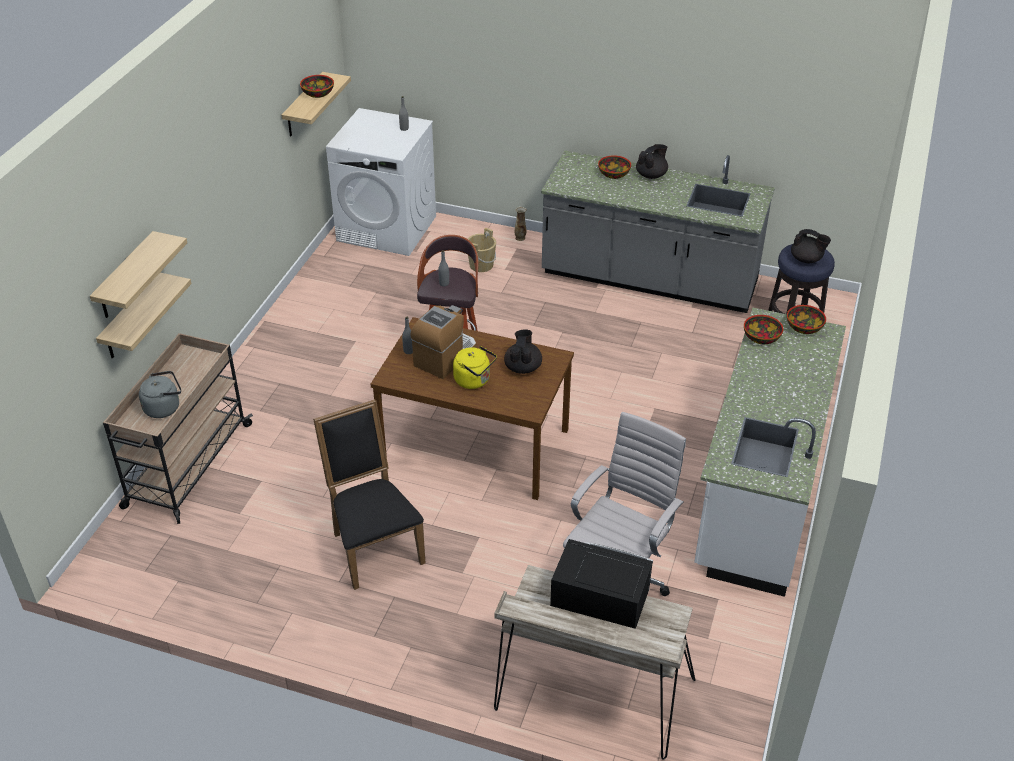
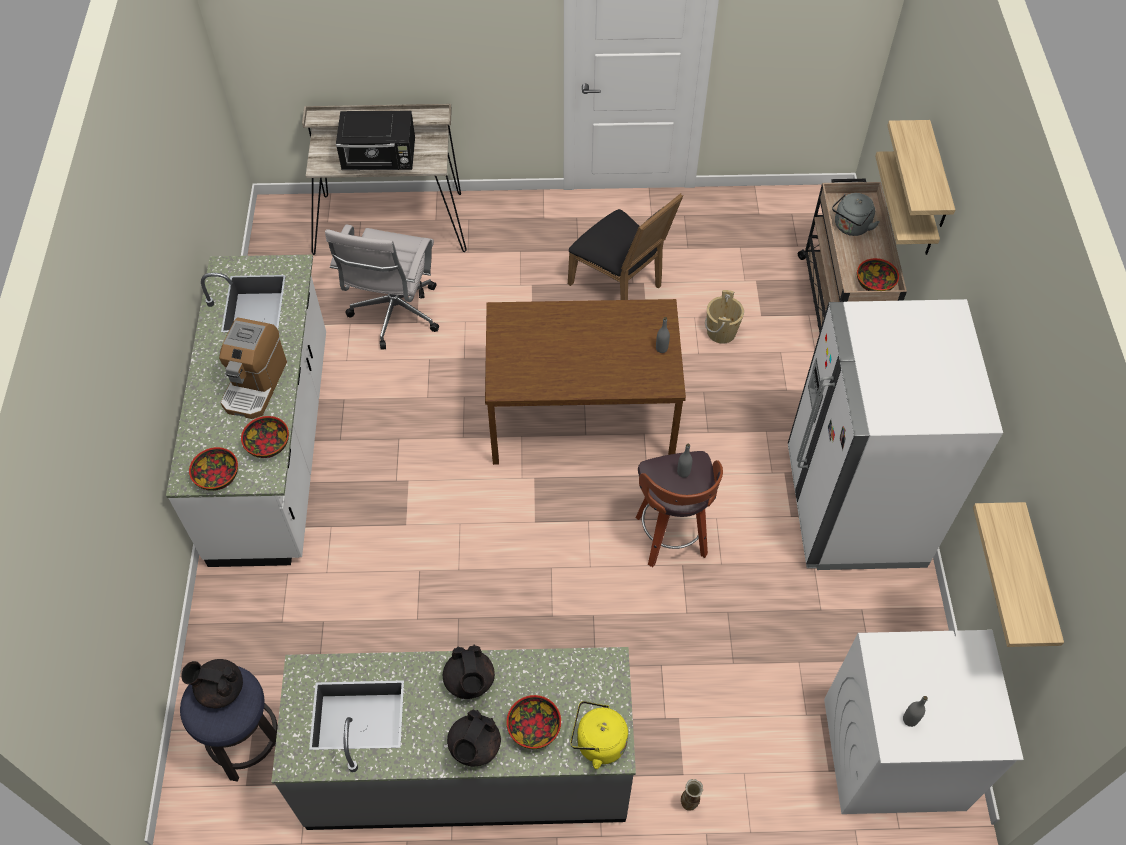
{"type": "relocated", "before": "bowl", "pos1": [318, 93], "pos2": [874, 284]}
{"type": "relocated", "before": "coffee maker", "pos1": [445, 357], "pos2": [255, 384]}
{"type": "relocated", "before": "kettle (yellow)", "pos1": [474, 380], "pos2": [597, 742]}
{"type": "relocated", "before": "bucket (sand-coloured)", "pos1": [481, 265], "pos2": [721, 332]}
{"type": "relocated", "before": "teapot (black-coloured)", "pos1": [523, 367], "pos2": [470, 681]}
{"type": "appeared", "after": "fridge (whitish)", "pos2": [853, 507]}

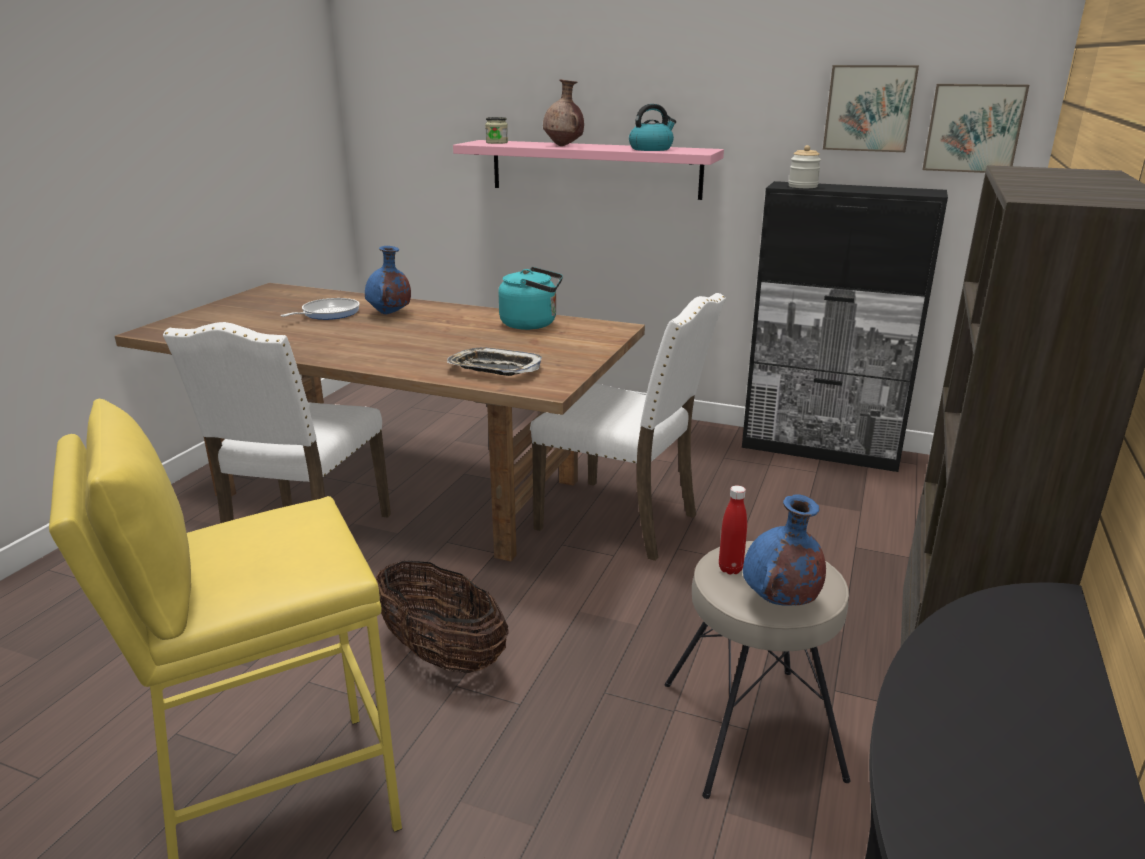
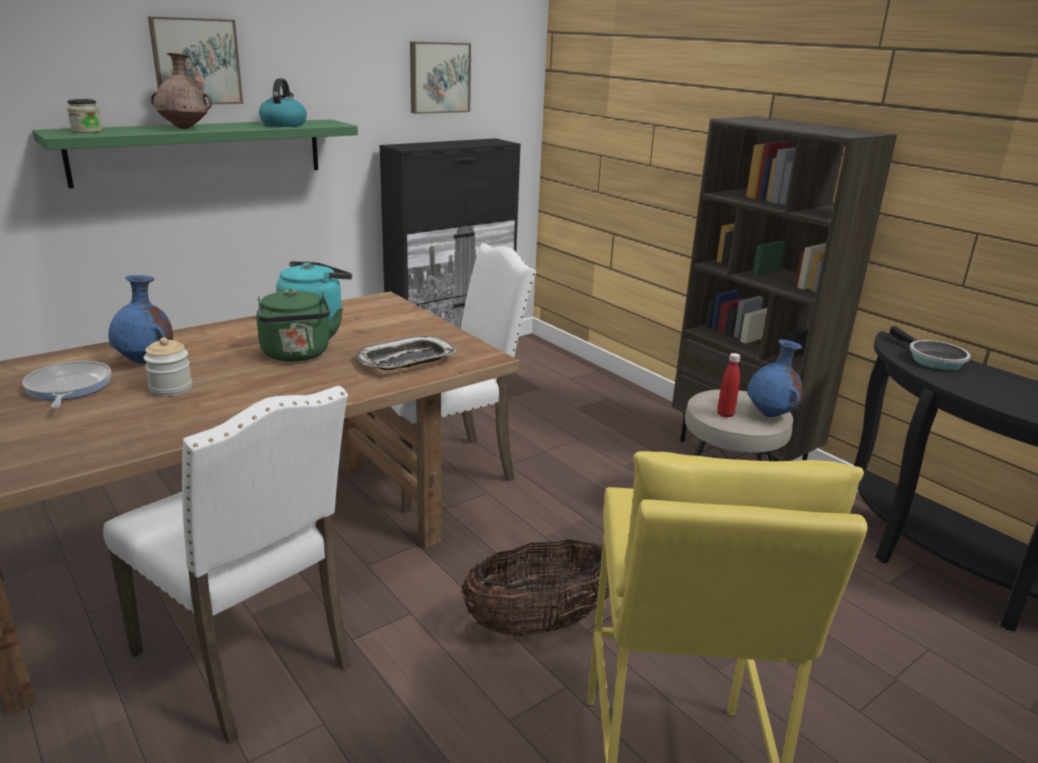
{"type": "colour", "before": "shelf (pink)", "after": "shelf (green-coloured)", "pos1": [594, 169], "pos2": [200, 151]}
{"type": "relocated", "before": "jar", "pos1": [802, 186], "pos2": [171, 388]}
{"type": "relocated", "before": "picture", "pos1": [973, 128], "pos2": [196, 61]}
{"type": "appeared", "after": "kettle (green-coloured)", "pos2": [297, 355]}
{"type": "appeared", "after": "pan", "pos2": [932, 359]}

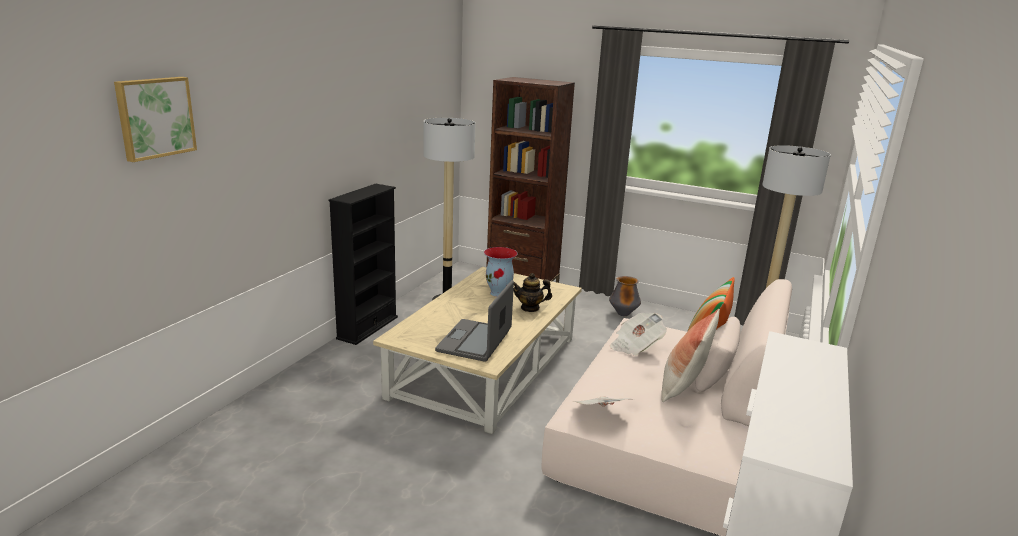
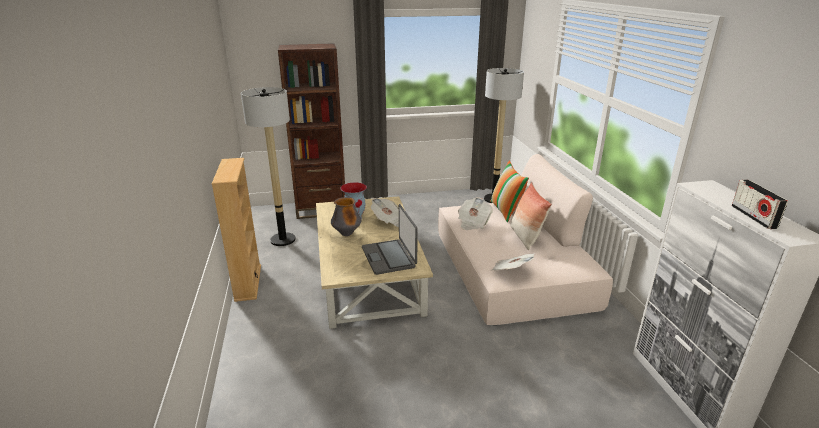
{"type": "missing", "before": "picture", "pos1": [154, 117]}
{"type": "colour", "before": "shelving unit (black-coloured)", "after": "shelving unit (sand-coloured)", "pos1": [367, 327], "pos2": [248, 282]}
{"type": "exchanged", "before": "teapot", "after": "daily paper", "pos1": [530, 308], "pos2": [389, 221]}
{"type": "relocated", "before": "vase", "pos1": [623, 314], "pos2": [346, 234]}
{"type": "appeared", "after": "radio receiver", "pos2": [753, 217]}

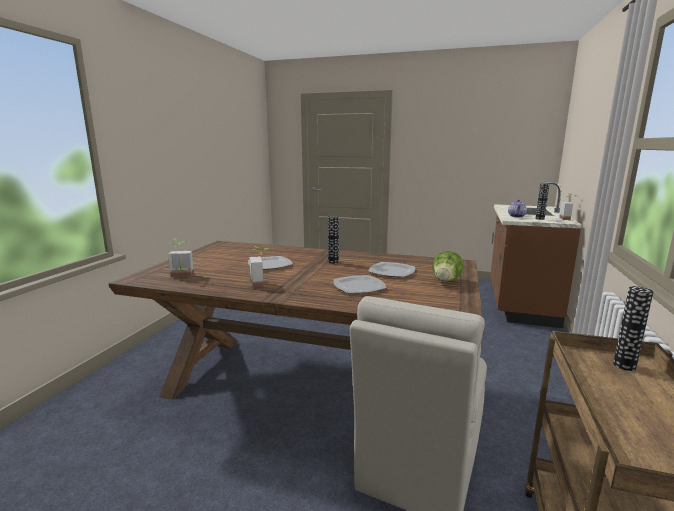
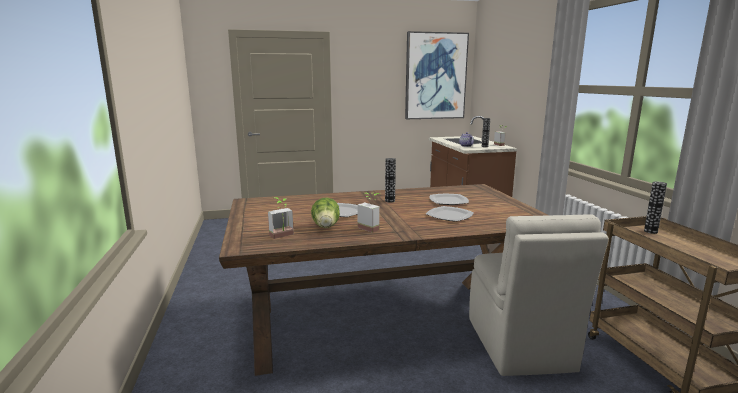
{"type": "relocated", "before": "lettuce head", "pos1": [445, 281], "pos2": [326, 227]}
{"type": "appeared", "after": "picture", "pos2": [435, 76]}

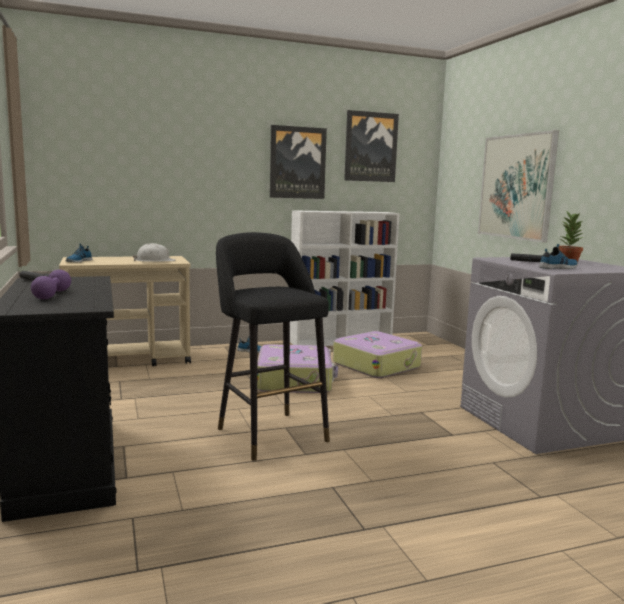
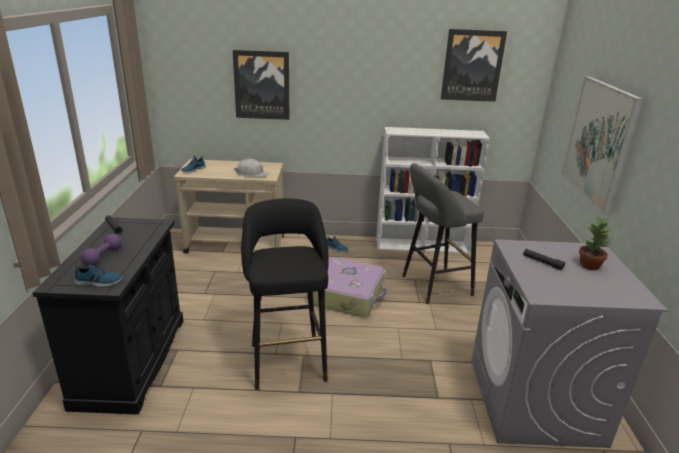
{"type": "relocated", "before": "picture", "pos1": [297, 162], "pos2": [262, 85]}
{"type": "exchanged", "before": "suitcase", "after": "stool (greyish)", "pos1": [376, 365], "pos2": [433, 286]}
{"type": "relocated", "before": "low shoe", "pos1": [559, 268], "pos2": [99, 282]}

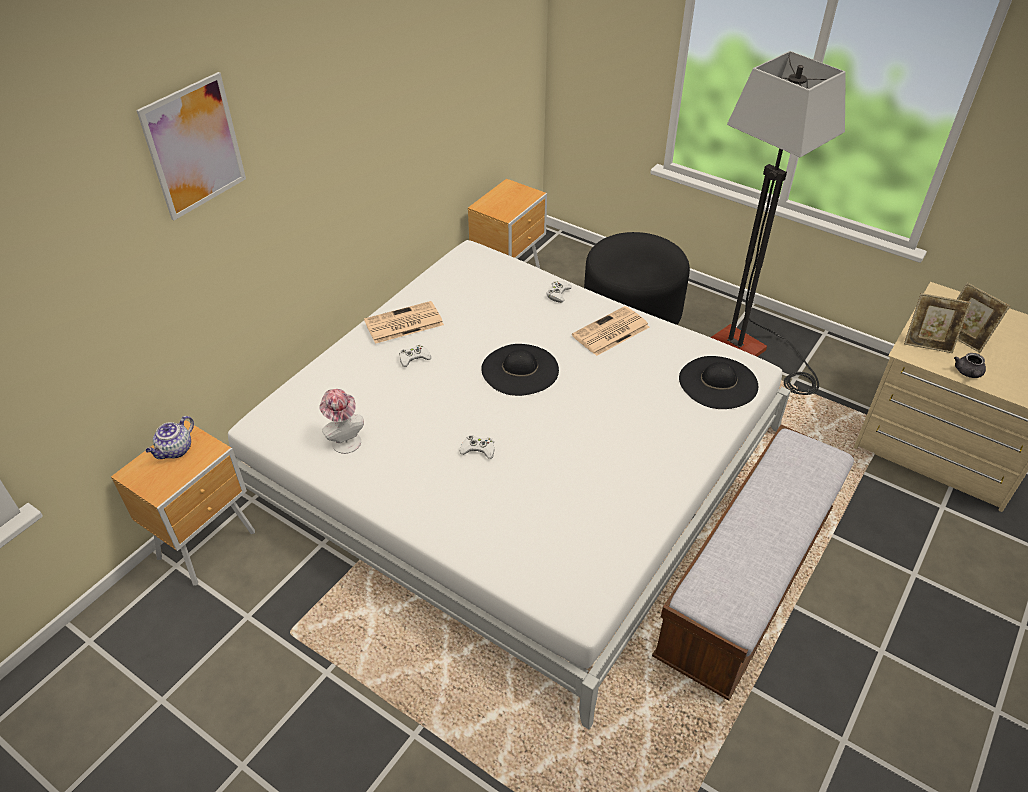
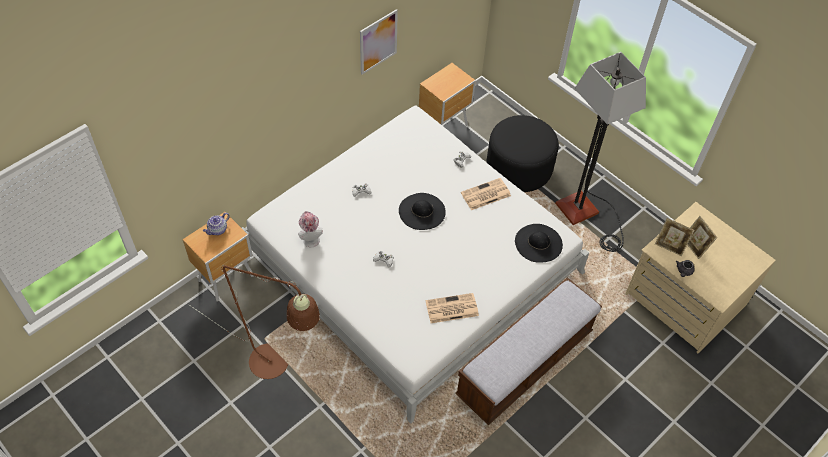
{"type": "relocated", "before": "picture", "pos1": [194, 146], "pos2": [378, 42]}
{"type": "relocated", "before": "daily paper", "pos1": [403, 323], "pos2": [451, 309]}
{"type": "appeared", "after": "standing lamp (brownish)", "pos2": [277, 366]}

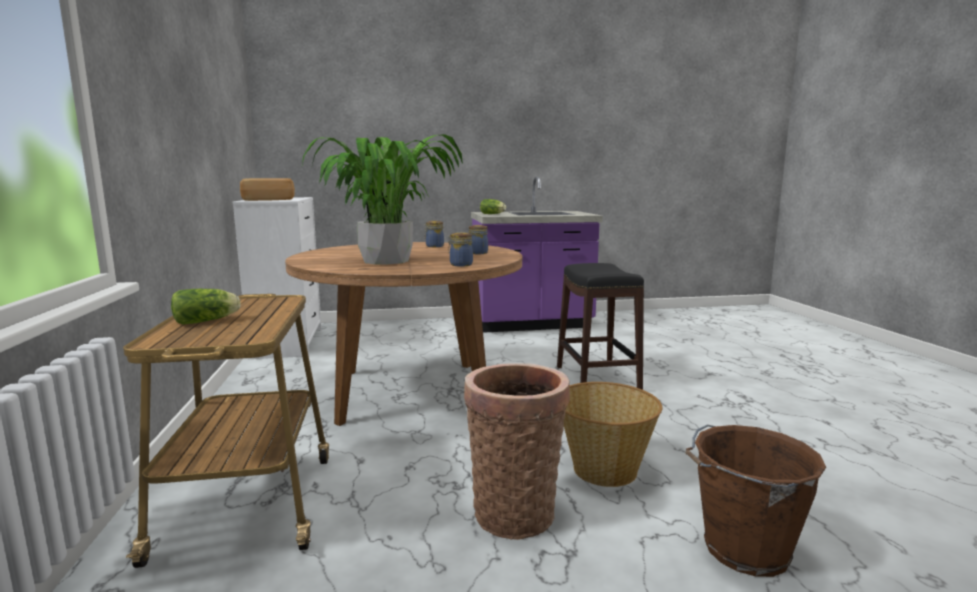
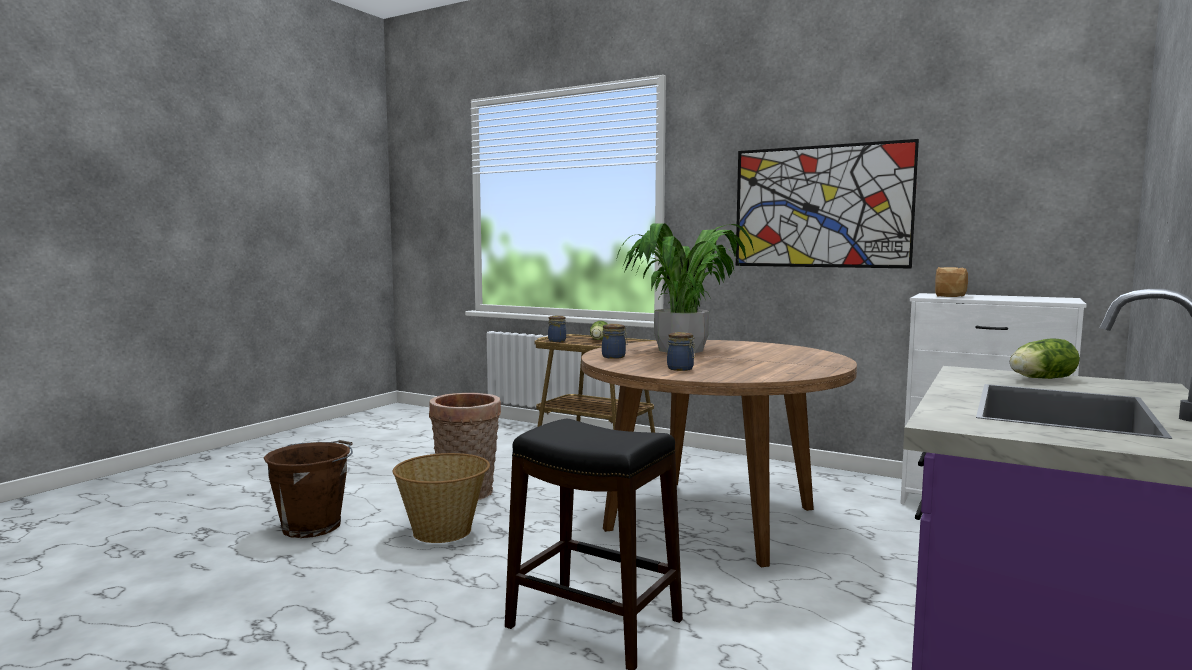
{"type": "relocated", "before": "jar", "pos1": [434, 246], "pos2": [557, 340]}
{"type": "appeared", "after": "picture", "pos2": [821, 206]}

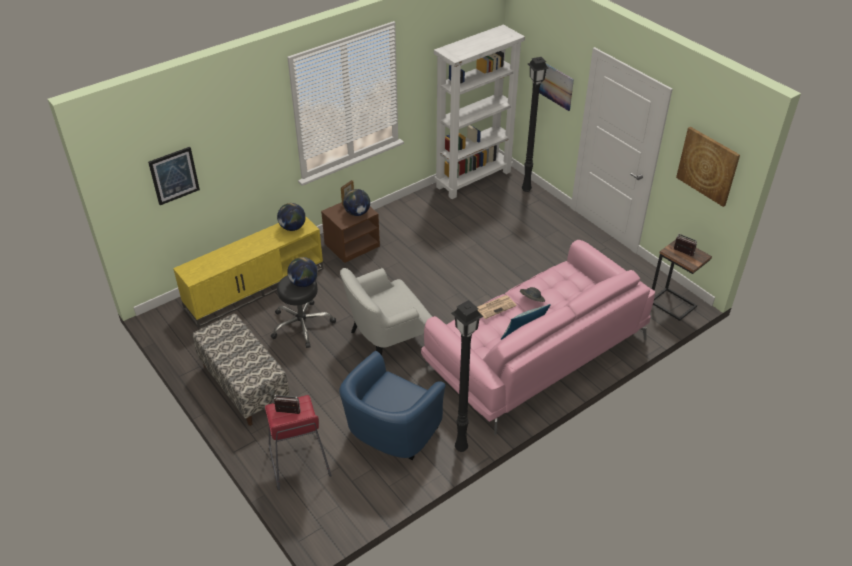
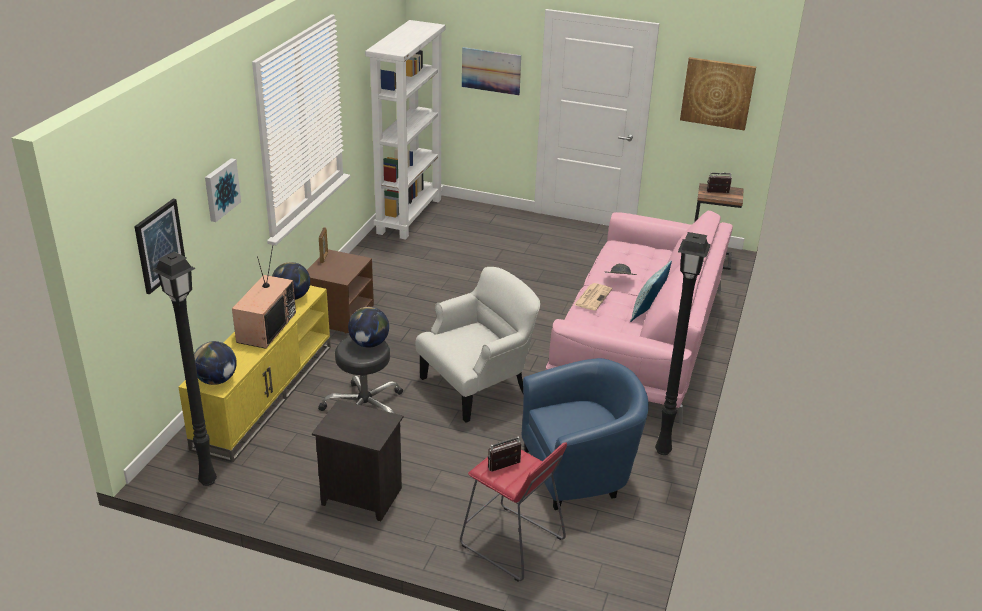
{"type": "exchanged", "before": "long seat", "after": "night table (black-coloured)", "pos1": [244, 385], "pos2": [360, 497]}
{"type": "spun", "before": "armchair (blue-coloured)", "pos1": [390, 434], "pos2": [580, 471], "turn": -105}
{"type": "spun", "before": "armchair (whitish)", "pos1": [387, 338], "pos2": [477, 385], "turn": -150}
{"type": "relocated", "before": "globe", "pos1": [357, 213], "pos2": [216, 380]}
{"type": "relocated", "before": "standing lamp (black-coloured)", "pos1": [526, 189], "pos2": [208, 480]}
{"type": "appeared", "after": "picture", "pos2": [221, 189]}
{"type": "appeared", "after": "TV set", "pos2": [265, 327]}

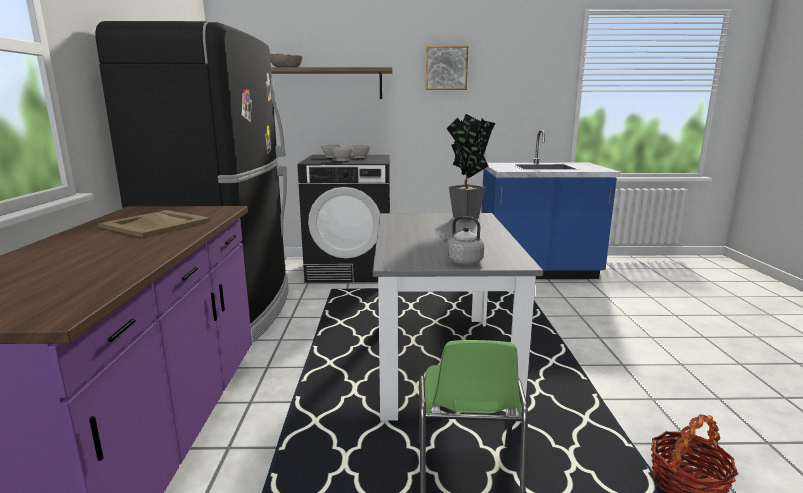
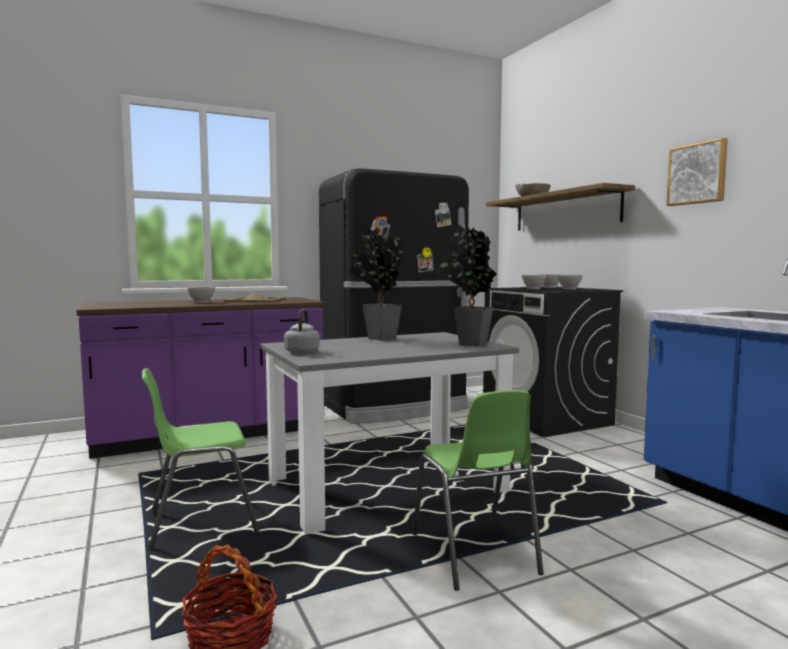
{"type": "appeared", "after": "bowl (whitish)", "pos2": [201, 302]}
{"type": "appeared", "after": "houseplant", "pos2": [377, 338]}
{"type": "appeared", "after": "upright chair (green-coloured)", "pos2": [475, 554]}

